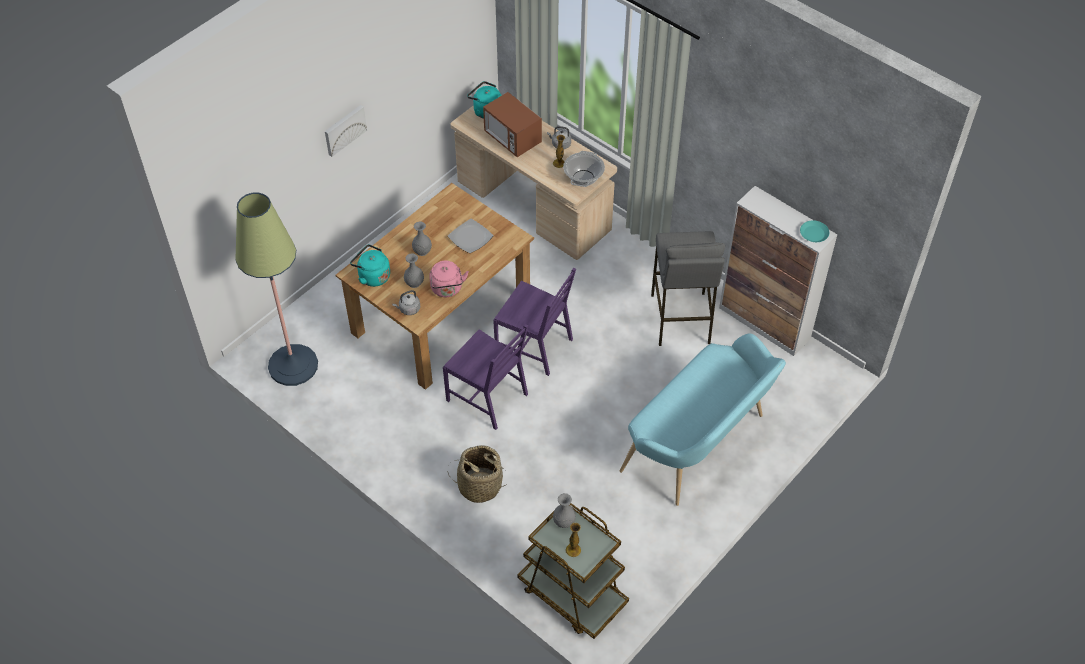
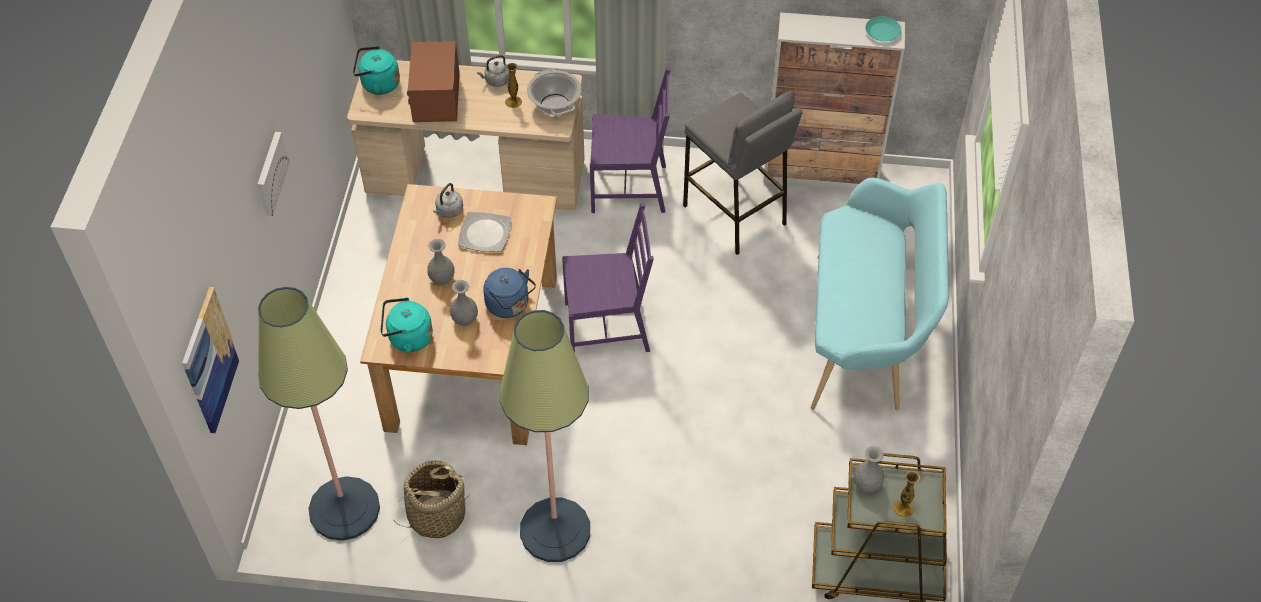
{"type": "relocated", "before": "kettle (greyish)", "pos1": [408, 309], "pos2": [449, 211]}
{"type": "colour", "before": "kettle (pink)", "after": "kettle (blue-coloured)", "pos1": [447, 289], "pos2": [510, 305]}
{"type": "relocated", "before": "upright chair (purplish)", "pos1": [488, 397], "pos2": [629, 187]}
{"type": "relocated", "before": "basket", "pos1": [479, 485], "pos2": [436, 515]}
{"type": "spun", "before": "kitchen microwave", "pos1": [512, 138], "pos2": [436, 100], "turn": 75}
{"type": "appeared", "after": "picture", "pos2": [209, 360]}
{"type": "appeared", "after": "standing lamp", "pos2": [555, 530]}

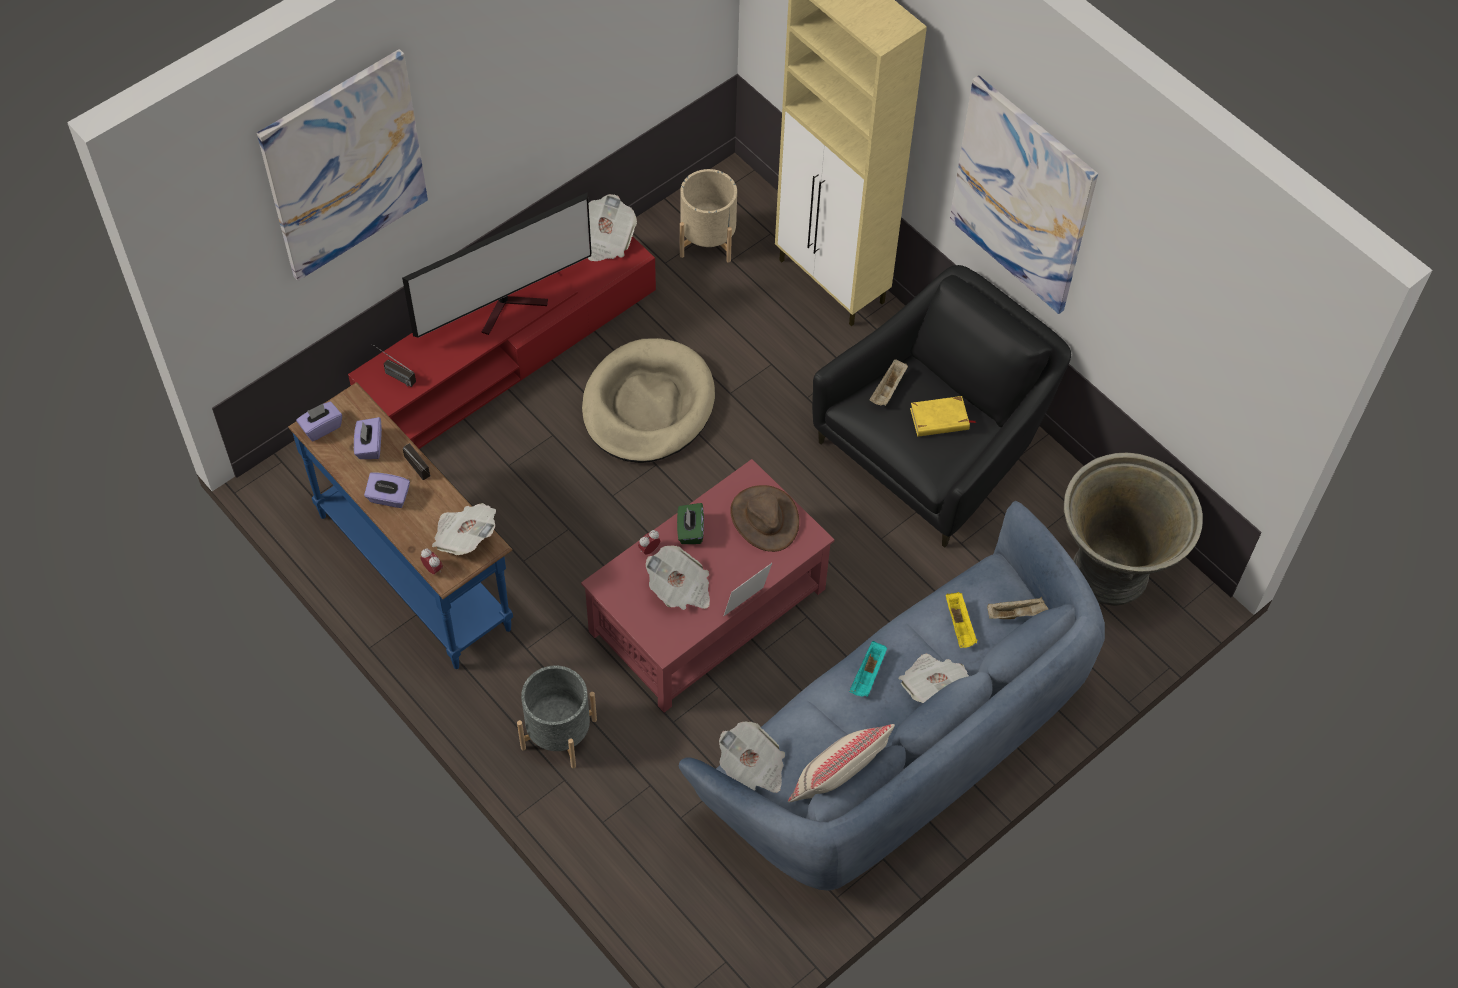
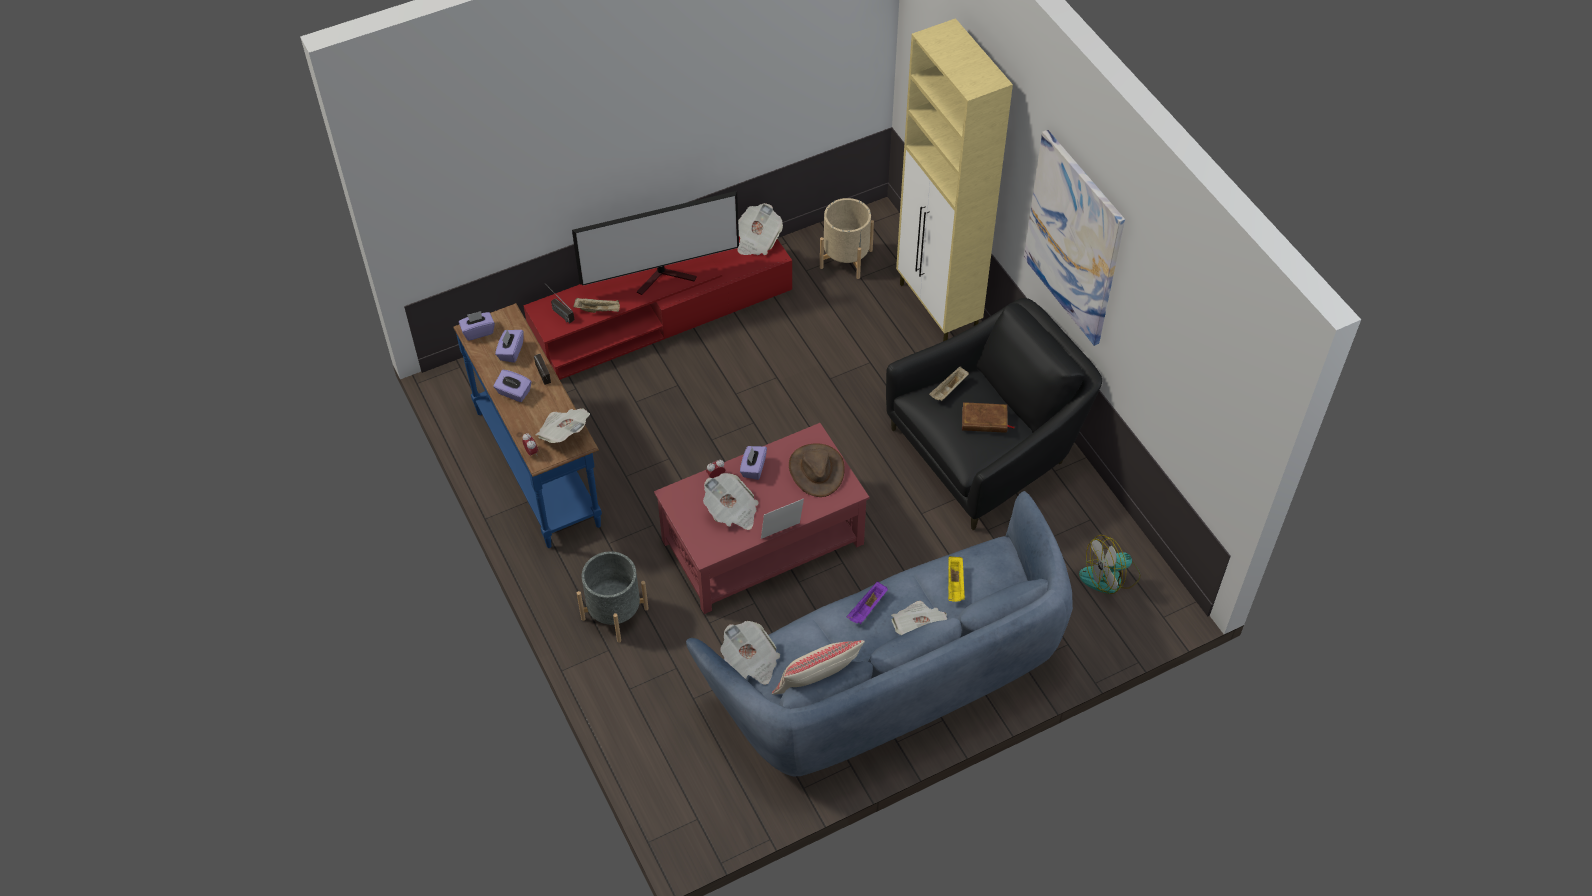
{"type": "missing", "before": "picture", "pos1": [344, 166]}
{"type": "missing", "before": "pet bed (sand-coloured)", "pos1": [648, 405]}
{"type": "colour", "before": "tissue box (green-coloured)", "after": "tissue box (purplish)", "pos1": [690, 531], "pos2": [753, 468]}
{"type": "colour", "before": "tray (turquoise)", "after": "tray (purplish)", "pos1": [868, 675], "pos2": [867, 608]}
{"type": "colour", "before": "book (yellow)", "after": "book (brownish)", "pos1": [939, 419], "pos2": [984, 420]}
{"type": "relocated", "before": "tray (sand-coloured)", "pos1": [1017, 613], "pos2": [598, 310]}
{"type": "exchanged", "before": "plant pot (greyish)", "after": "cooling fan", "pos1": [1112, 572], "pos2": [1110, 577]}

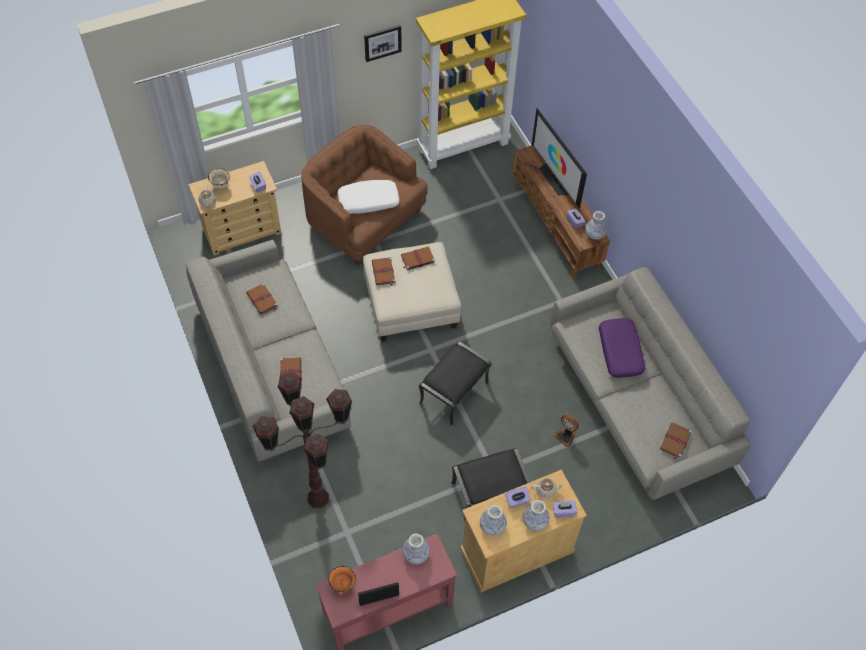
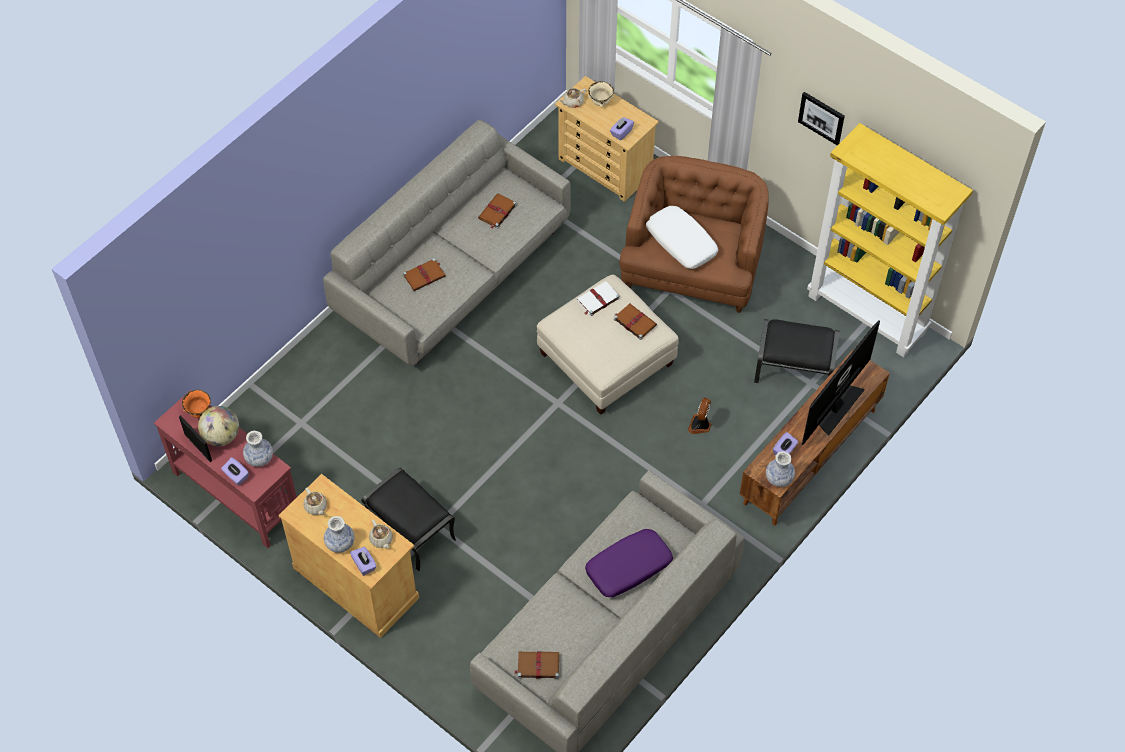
{"type": "missing", "before": "standing lamp (brownish)", "pos1": [317, 498]}
{"type": "colour", "before": "book (brownish)", "after": "book (whitish)", "pos1": [383, 272], "pos2": [597, 299]}
{"type": "relocated", "before": "ottoman (black-coloured)", "pos1": [454, 393], "pos2": [793, 369]}
{"type": "exchanged", "before": "vase", "after": "teapot (sand-coloured)", "pos1": [492, 526], "pos2": [316, 507]}
{"type": "relocated", "before": "tissue box (purplish)", "pos1": [517, 501], "pos2": [236, 476]}
{"type": "relocated", "before": "cooling fan", "pos1": [565, 436], "pos2": [700, 425]}
{"type": "appeared", "after": "globe", "pos2": [221, 436]}

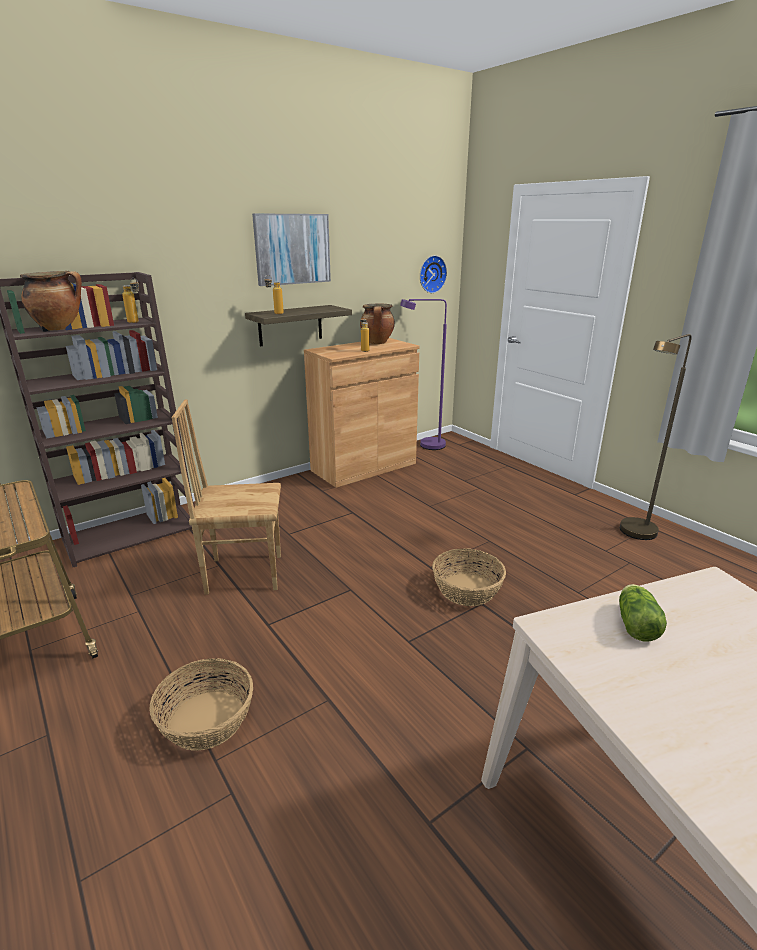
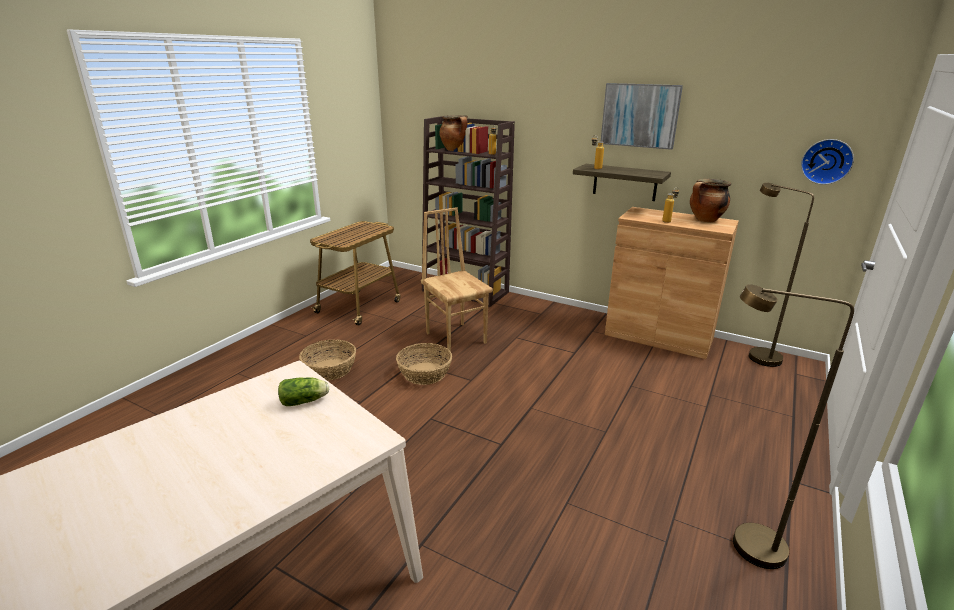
{"type": "colour", "before": "standing lamp (purplish)", "after": "standing lamp (brownish)", "pos1": [425, 446], "pos2": [756, 355]}
{"type": "relocated", "before": "basket", "pos1": [466, 589], "pos2": [425, 373]}

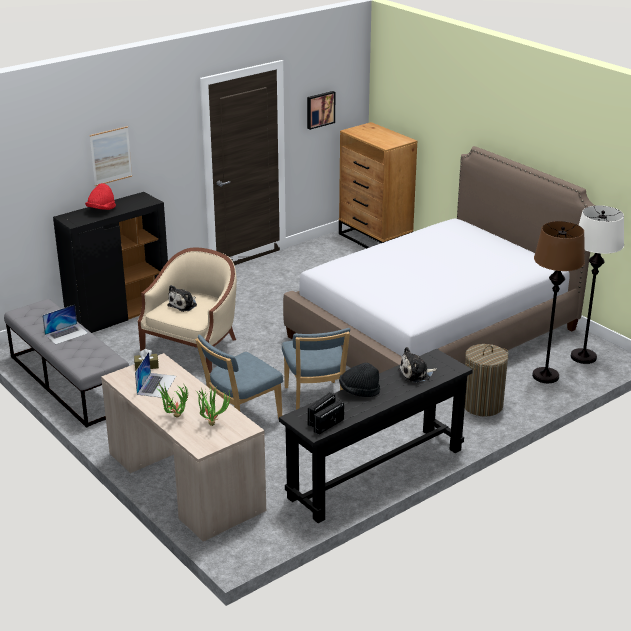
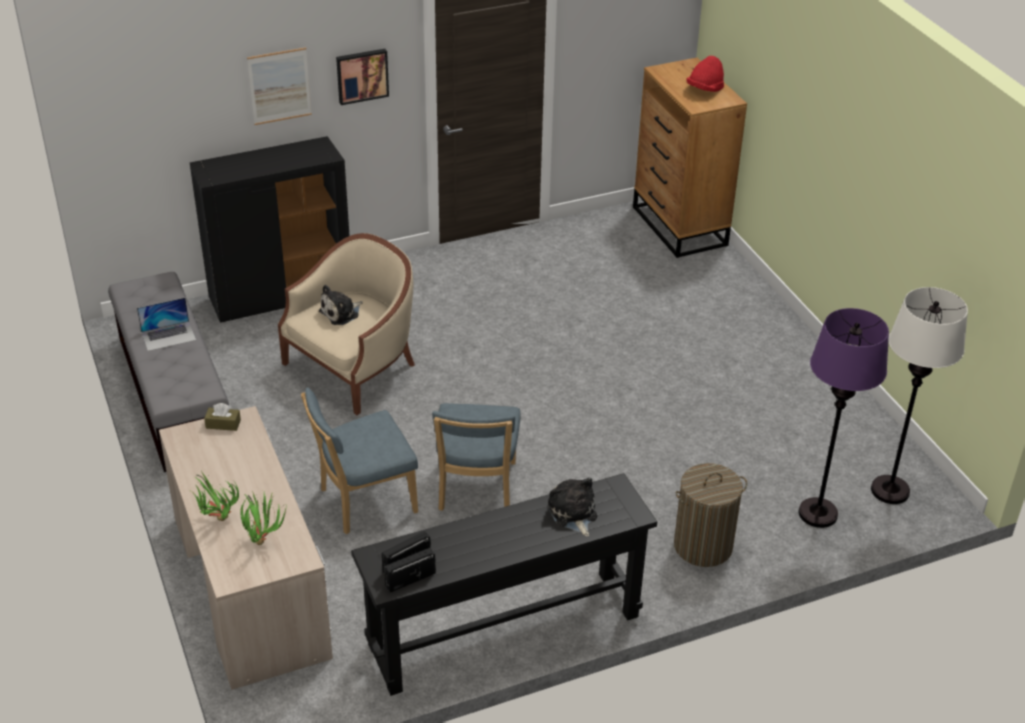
{"type": "relocated", "before": "hat (red)", "pos1": [101, 209], "pos2": [705, 89]}
{"type": "missing", "before": "notebook computer", "pos1": [156, 385]}
{"type": "missing", "before": "bedroom bed", "pos1": [433, 333]}
{"type": "relocated", "before": "picture", "pos1": [320, 109], "pos2": [362, 75]}
{"type": "missing", "before": "hat (black-coloured)", "pos1": [359, 391]}
{"type": "spun", "before": "soft toy", "pos1": [416, 374], "pos2": [573, 514], "turn": 75}
{"type": "colour", "before": "standing lamp (brownish)", "after": "standing lamp (purplish)", "pos1": [545, 376], "pos2": [817, 514]}

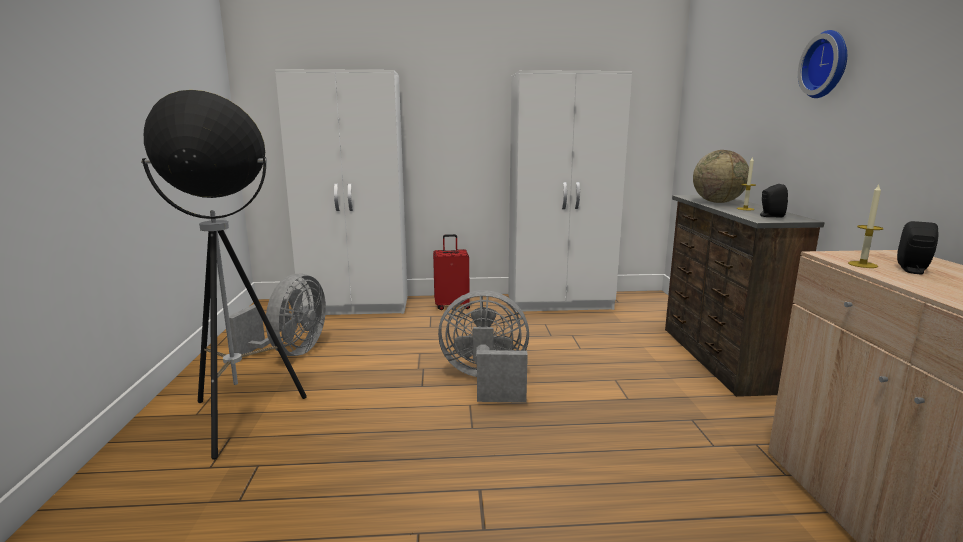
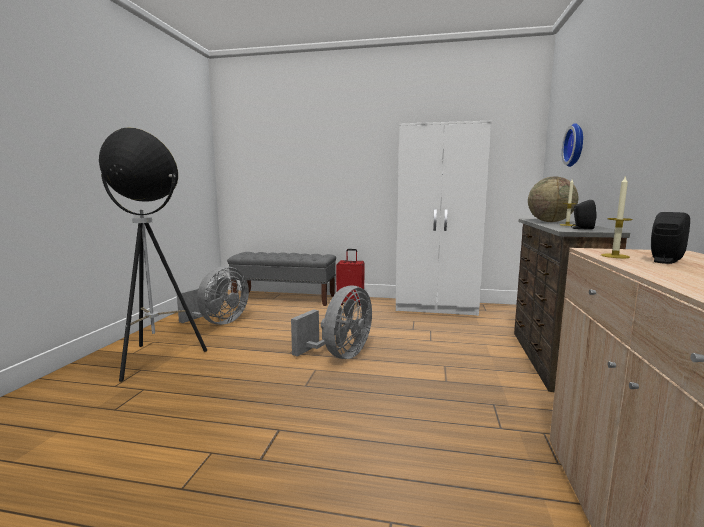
{"type": "exchanged", "before": "clothes cupboard (whitish)", "after": "long seat (greyish)", "pos1": [357, 306], "pos2": [284, 298]}
{"type": "spun", "before": "cooling fan (greyish)", "pos1": [486, 381], "pos2": [339, 355], "turn": 105}
{"type": "relocated", "before": "clock on the wall", "pos1": [827, 64], "pos2": [576, 145]}

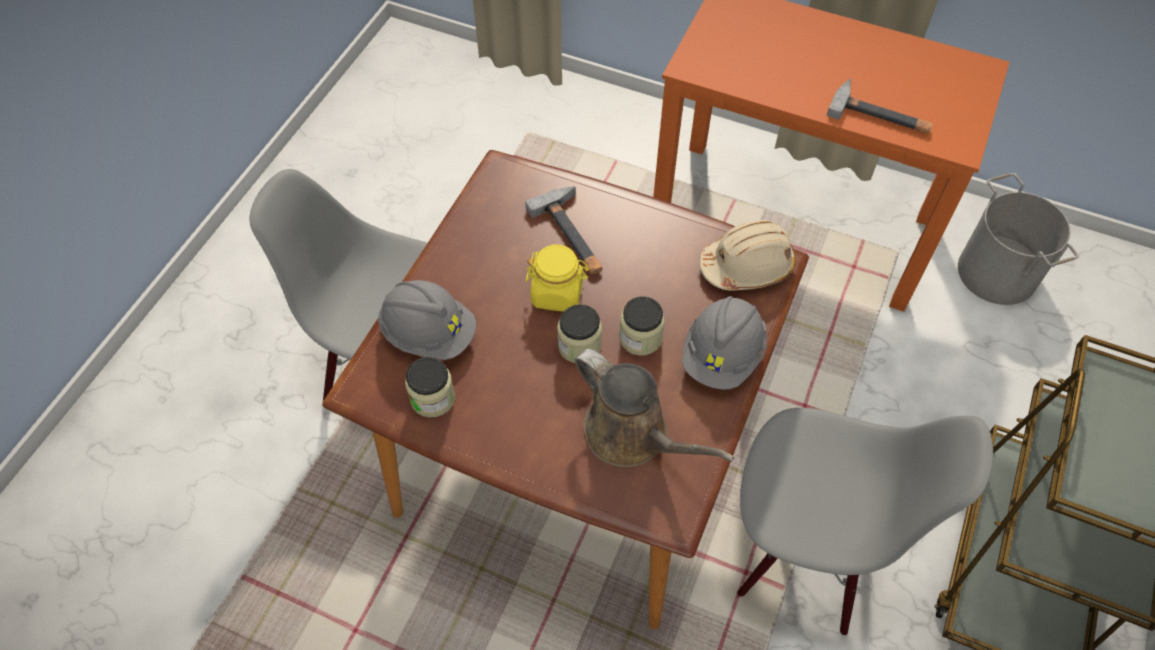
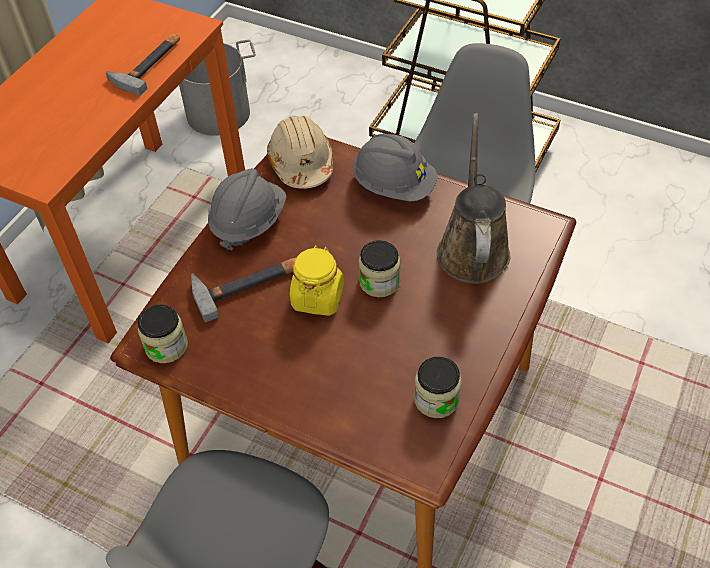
{"type": "relocated", "before": "work helmet (greyish)", "pos1": [429, 334], "pos2": [248, 222]}
{"type": "spun", "before": "sprinkling can (brownish)", "pos1": [632, 435], "pos2": [472, 248], "turn": -45}
{"type": "relocated", "before": "jar", "pos1": [640, 338], "pos2": [166, 346]}

